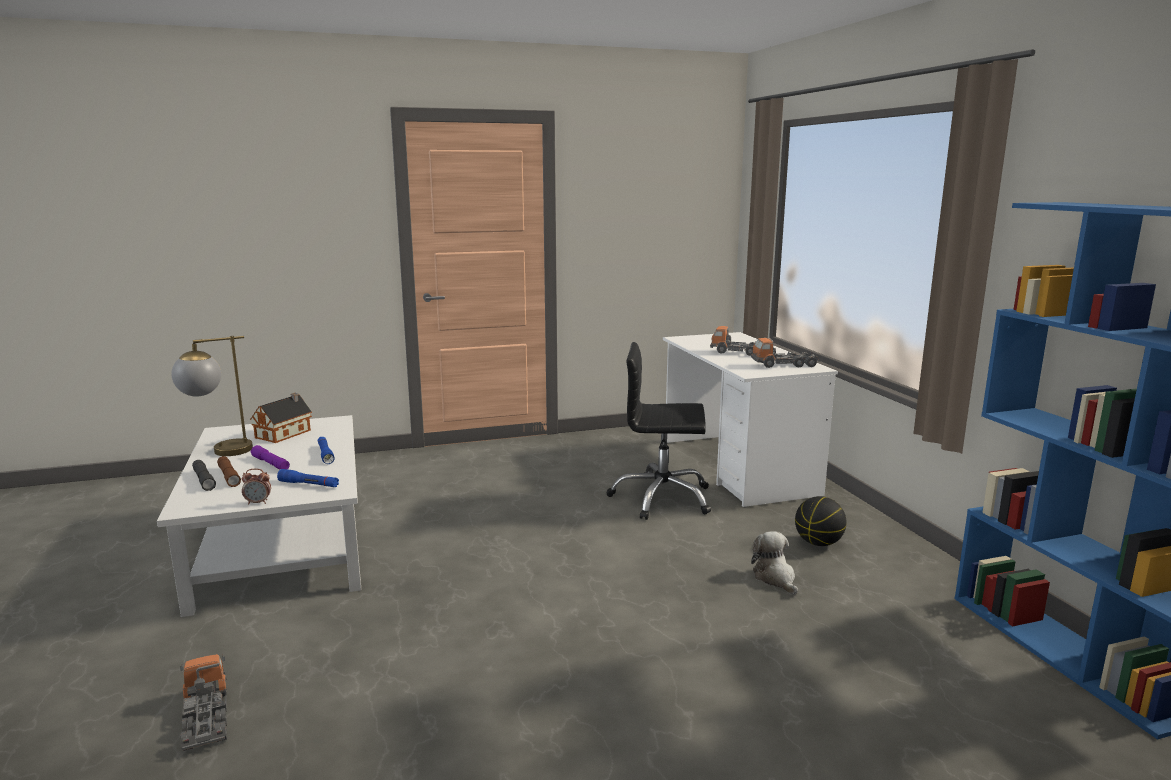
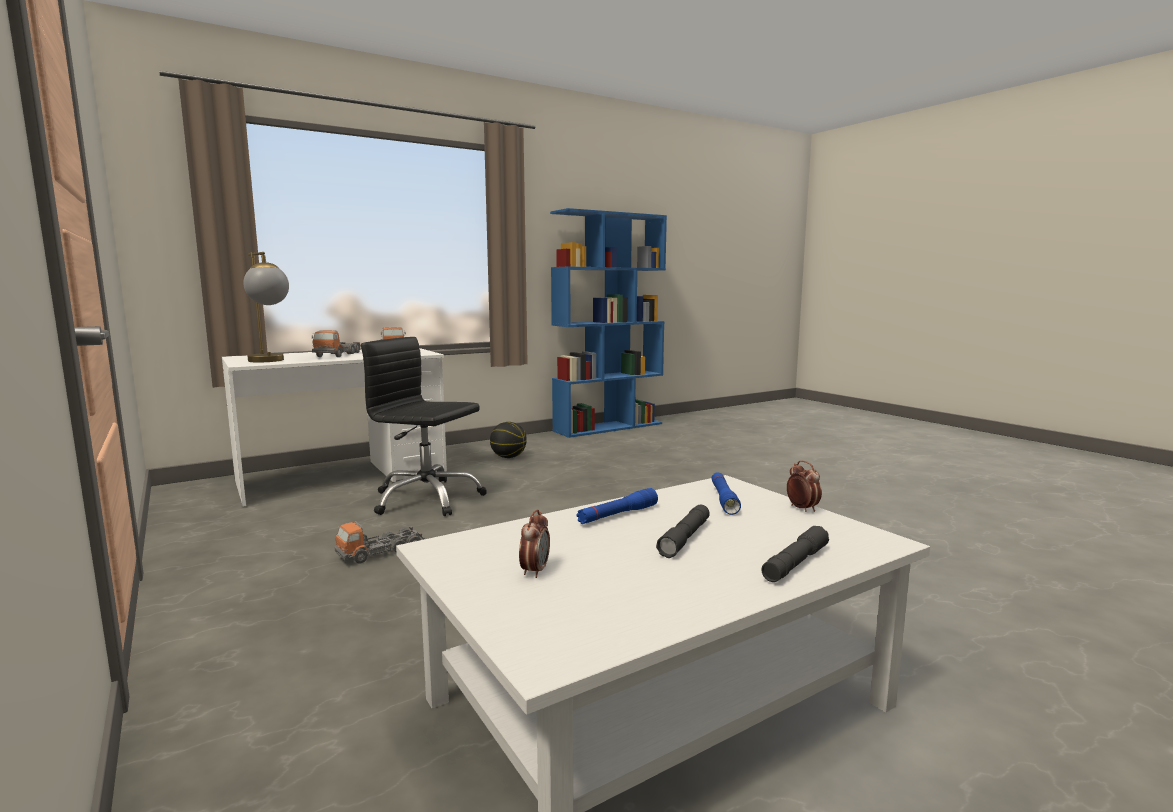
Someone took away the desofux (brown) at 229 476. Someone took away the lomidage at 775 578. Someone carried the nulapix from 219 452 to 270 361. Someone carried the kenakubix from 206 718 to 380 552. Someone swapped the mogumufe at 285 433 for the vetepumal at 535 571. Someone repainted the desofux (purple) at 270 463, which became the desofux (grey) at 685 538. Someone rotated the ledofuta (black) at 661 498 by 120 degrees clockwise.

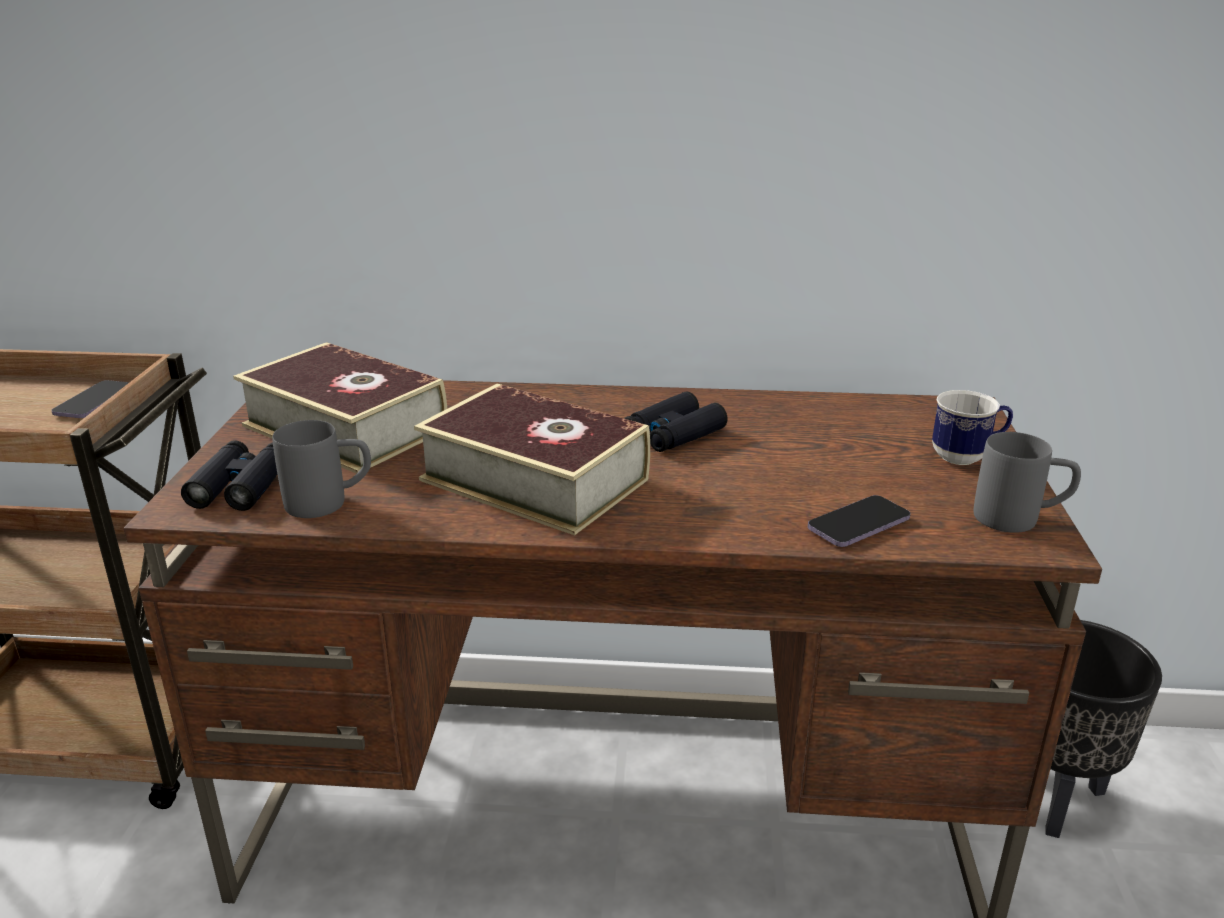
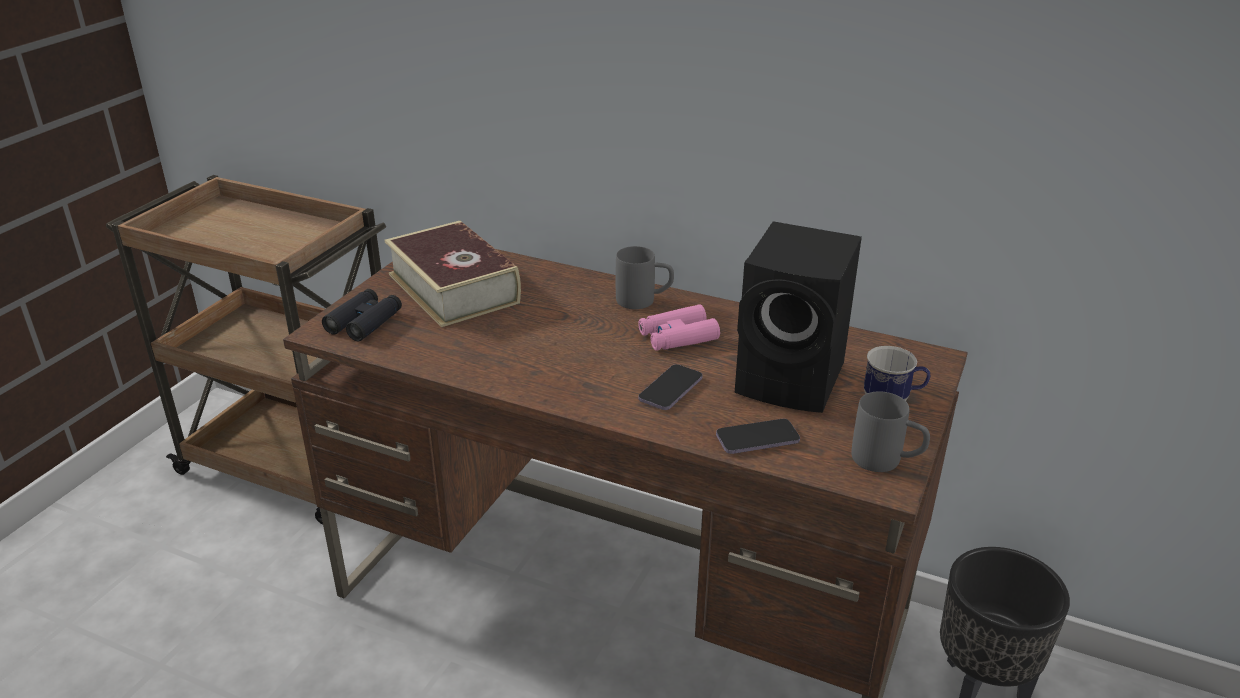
Someone took away the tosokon at 534 479. Someone put down the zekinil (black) at 794 380. Someone carried the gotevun from 95 402 to 670 389. Someone carried the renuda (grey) from 330 503 to 644 301. Someone repainted the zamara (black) at 673 434, which became the zamara (pink) at 677 337.

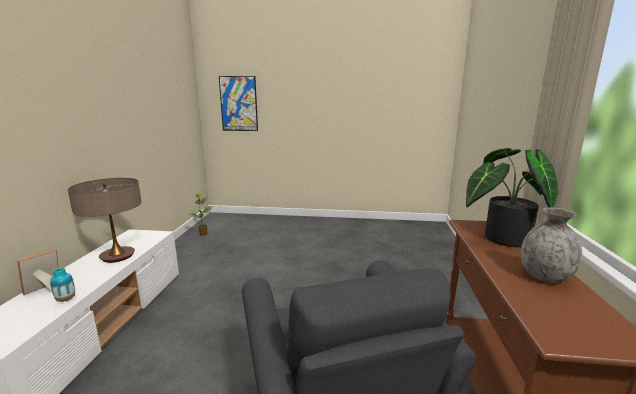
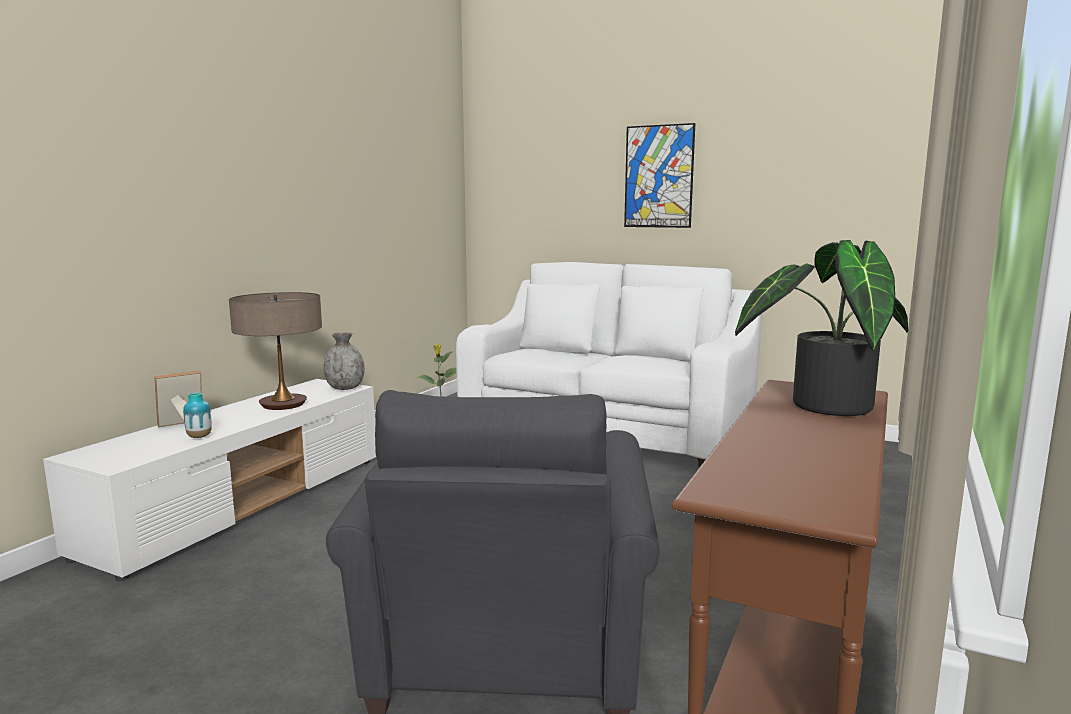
Someone put down the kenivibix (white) at 607 428. Someone carried the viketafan from 238 104 to 658 176. Someone carried the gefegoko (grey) from 545 277 to 344 388.

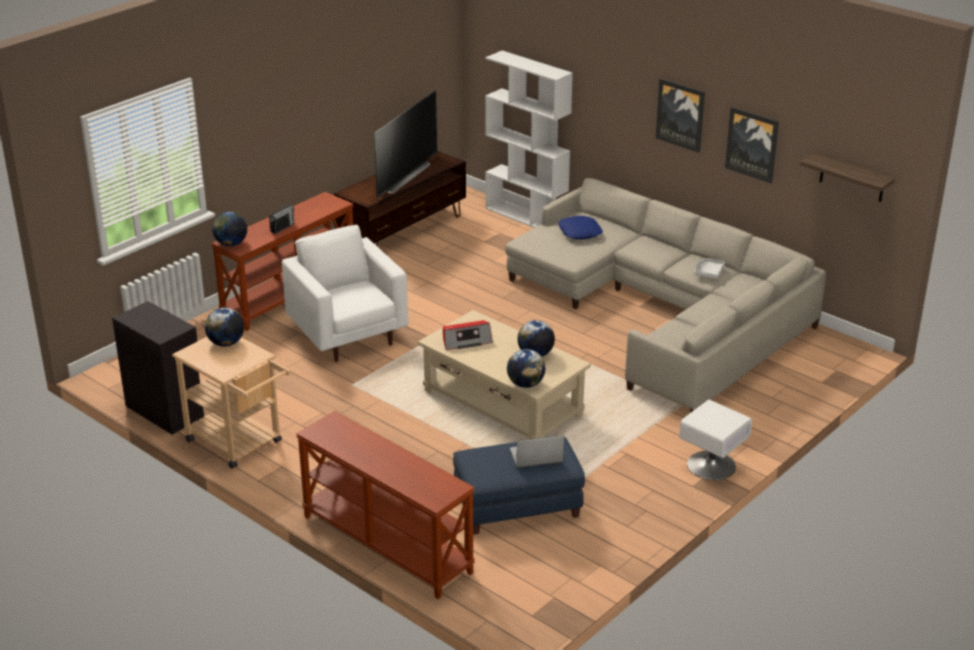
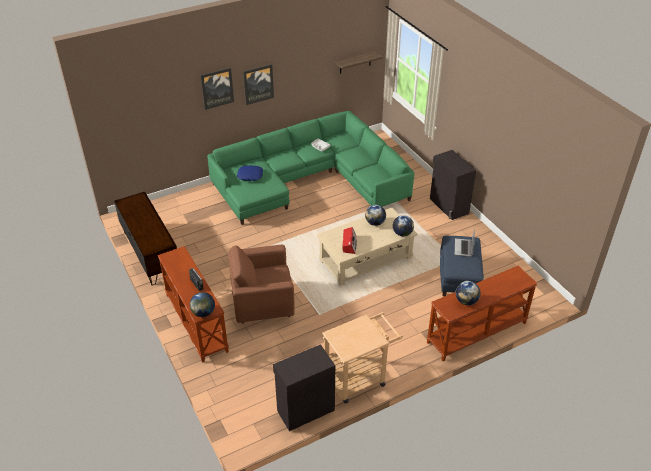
Someone took away the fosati at 403 176. Someone took away the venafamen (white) at 526 217. Someone carried the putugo from 226 343 to 466 301. Someone carried the viketafan from 752 144 to 217 88. Someone swapped the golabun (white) at 711 465 for the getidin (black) at 448 206. Someone repainted the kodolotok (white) at 347 336, which became the kodolotok (brown) at 262 305. Someone repainted the kenivibix (beige) at 664 313, which became the kenivibix (green) at 310 181.

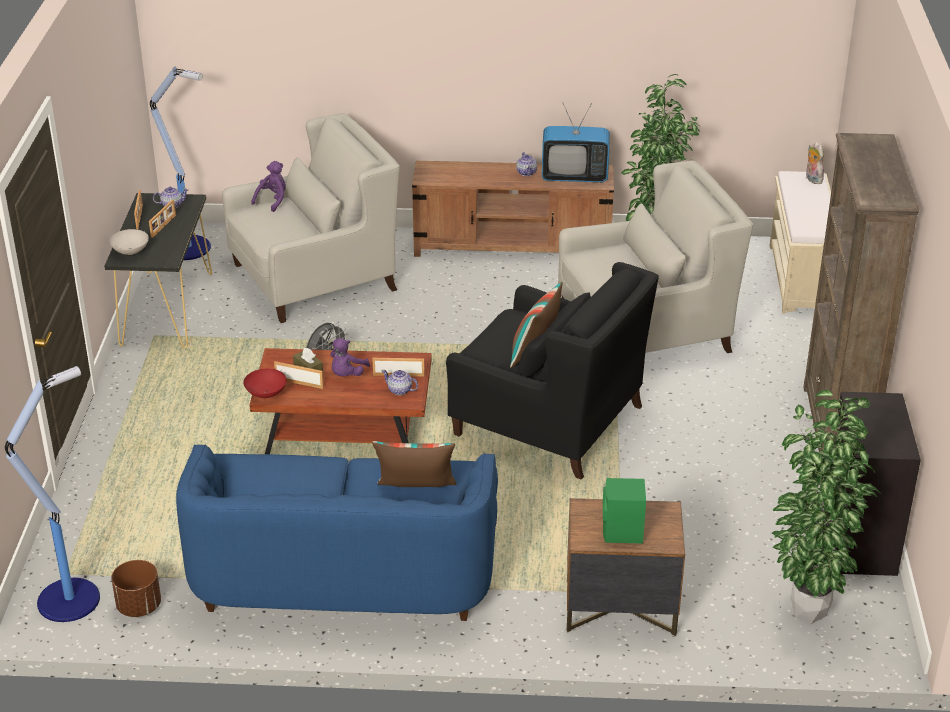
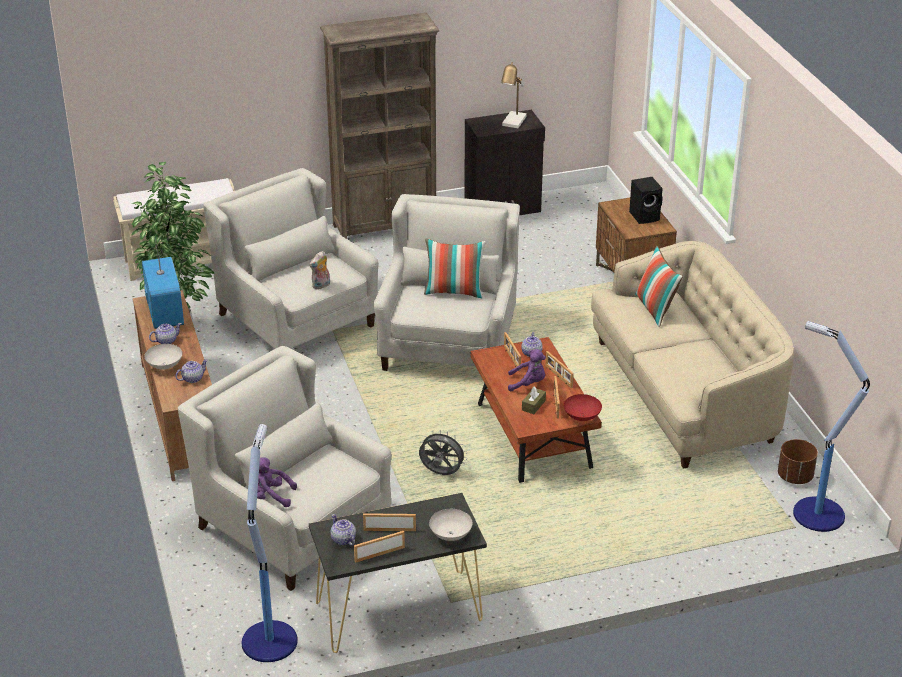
Someone took away the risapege at 806 609. Someone put down the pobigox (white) at 165 366. Someone put down the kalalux at 192 378. Someone put down the nulapix at 513 123. Someone put down the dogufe at 558 377. Someone carried the lomidage from 812 179 to 321 286. Someone repainted the kenivibix (blue) at 344 571, which became the kenivibix (beige) at 684 394. Someone repainted the kodolotok (black) at 548 420, which became the kodolotok (white) at 449 343. Someone repainted the zekinil (green) at 622 533, which became the zekinil (black) at 645 216.

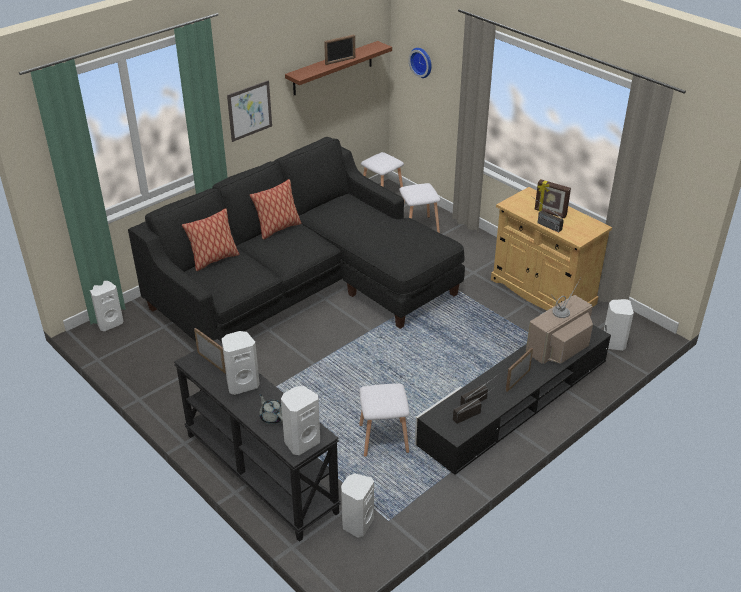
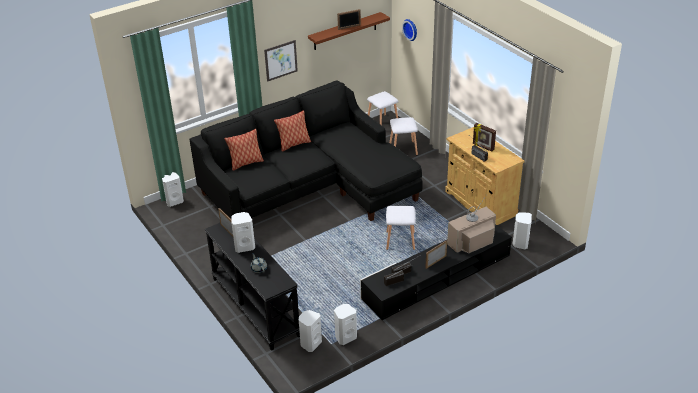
Someone carried the zekinil (white) from 301 442 to 345 337. Someone carried the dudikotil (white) from 383 439 to 399 241.

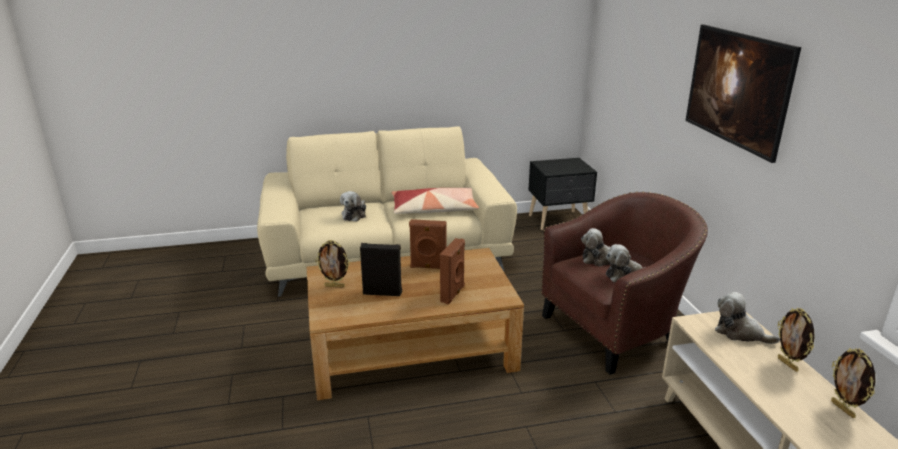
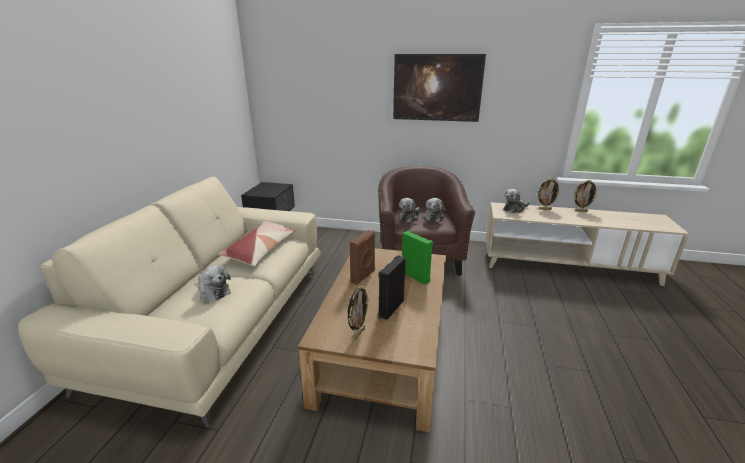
Someone repainted the zekinil (brown) at 453 294, which became the zekinil (green) at 416 276.

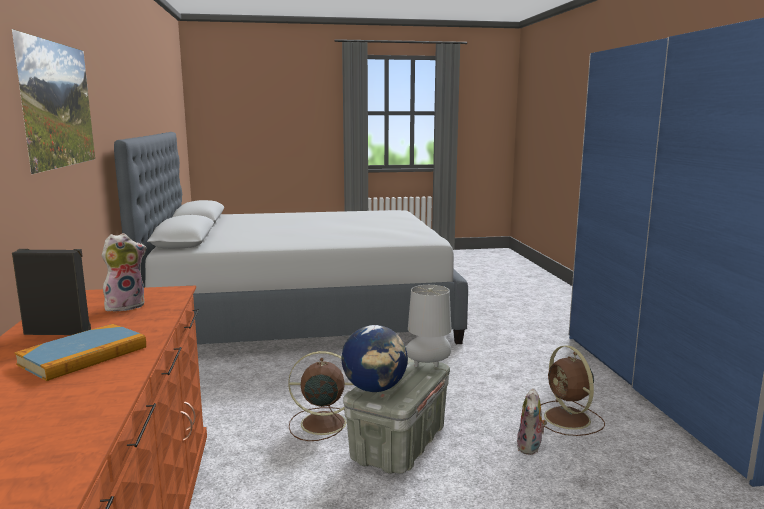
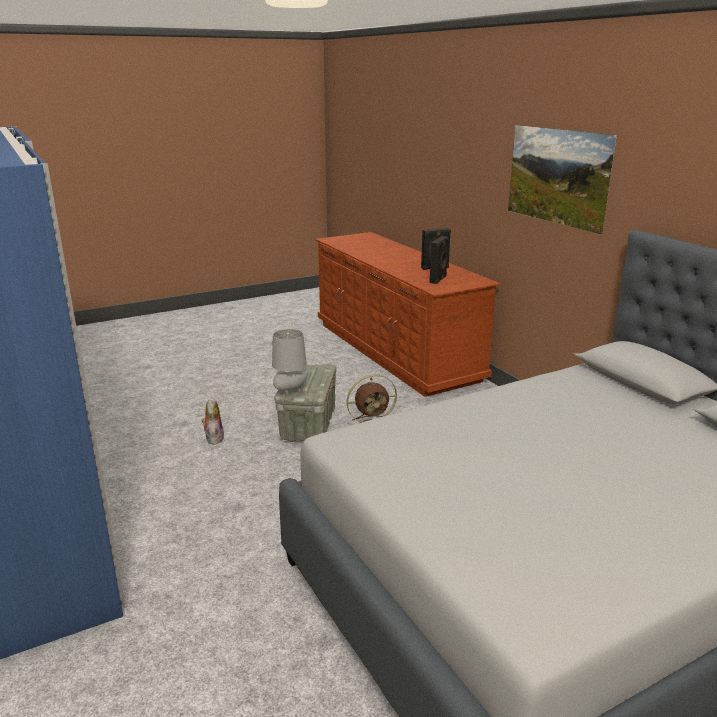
Someone took away the tosokon at 84 356. Someone took away the putugo at 375 388. Someone took away the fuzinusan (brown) at 568 419. Someone swapped the lomidage at 126 306 for the zekinil (black) at 438 280.

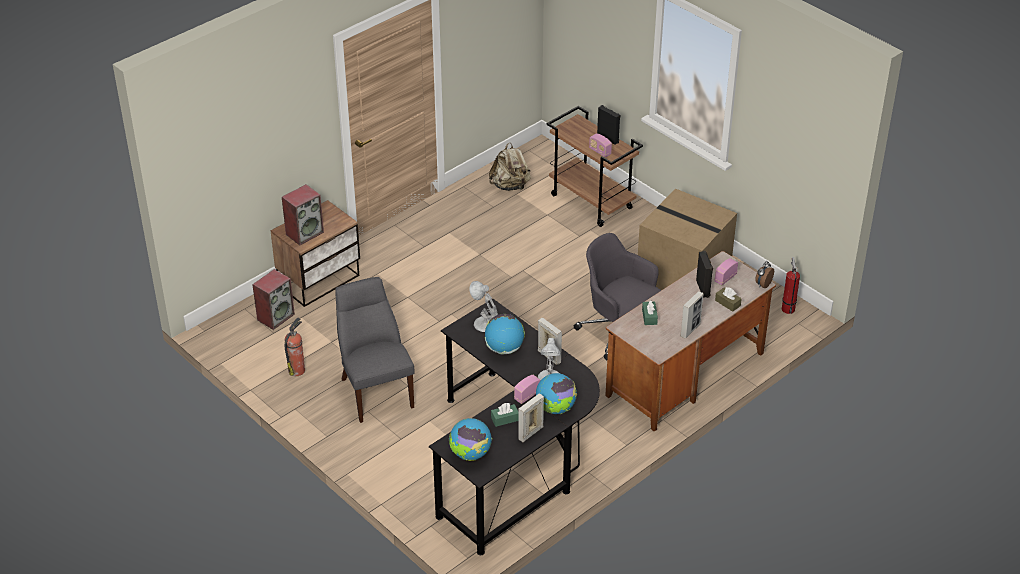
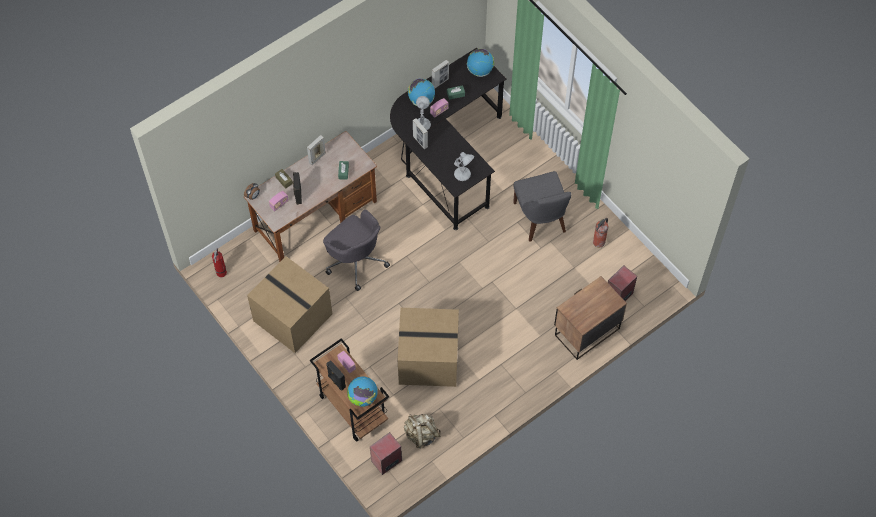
Someone put down the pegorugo at 427 360. Someone carried the zekinil from 305 233 to 386 461. Someone carried the putugo from 504 348 to 363 397.

